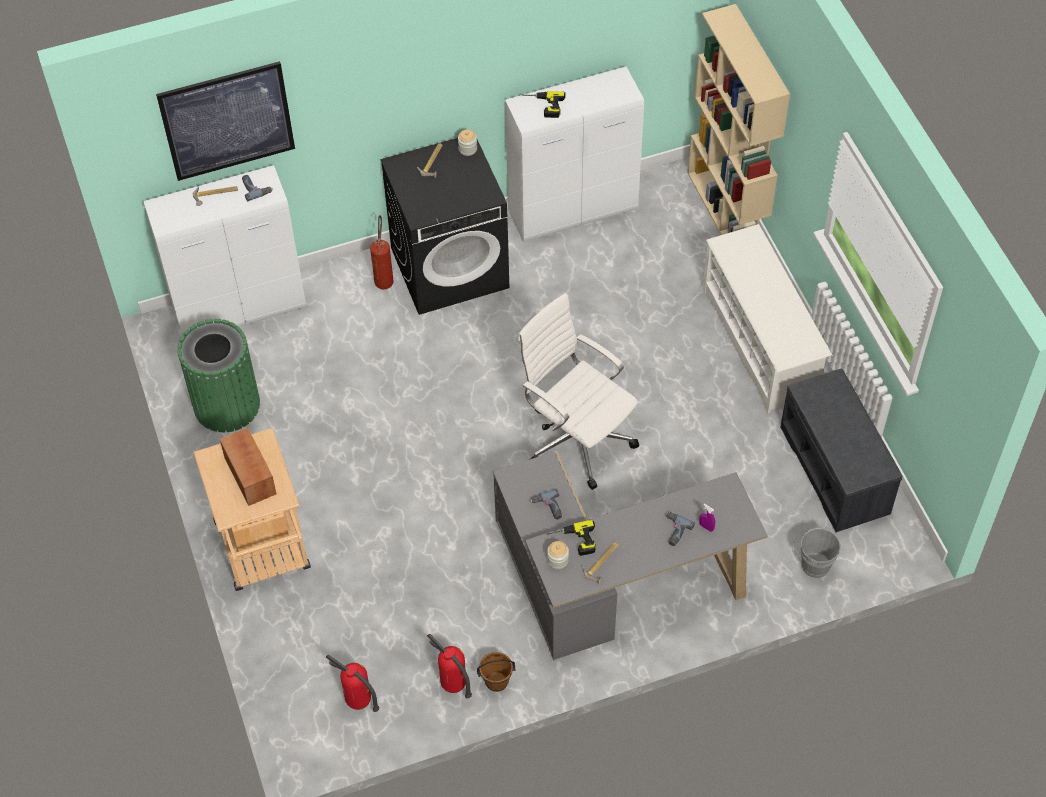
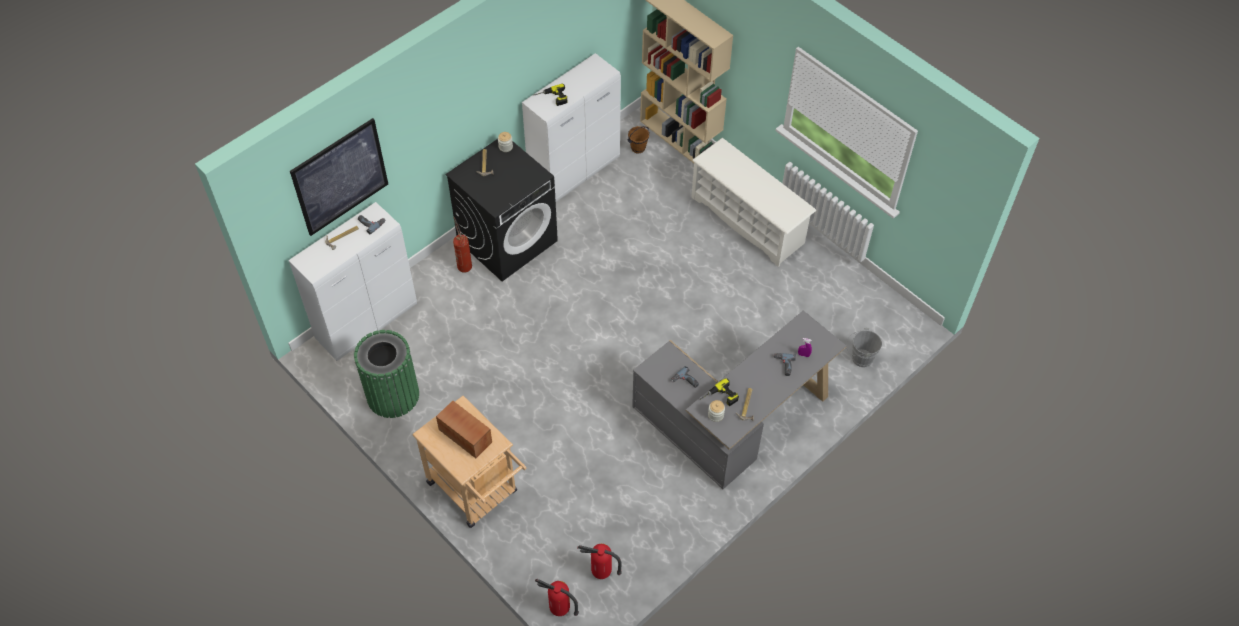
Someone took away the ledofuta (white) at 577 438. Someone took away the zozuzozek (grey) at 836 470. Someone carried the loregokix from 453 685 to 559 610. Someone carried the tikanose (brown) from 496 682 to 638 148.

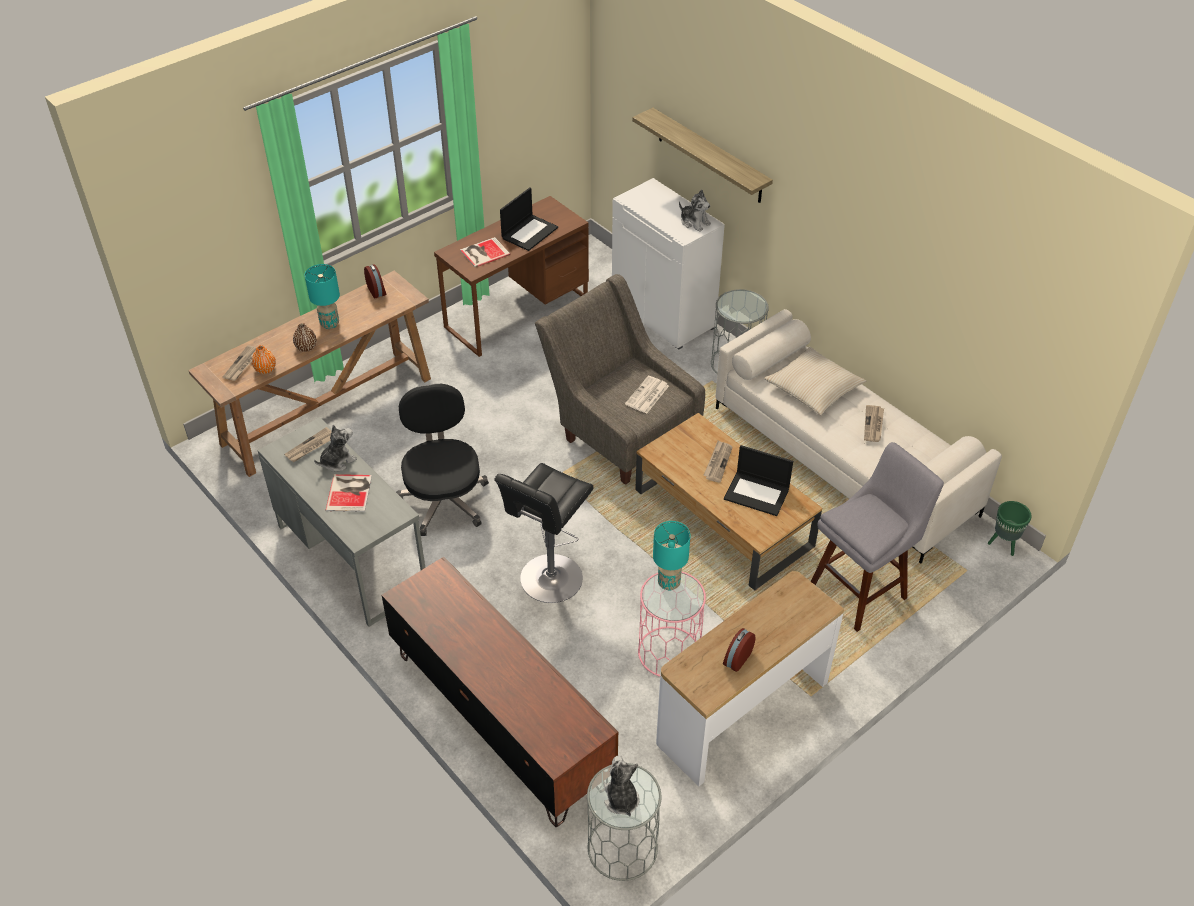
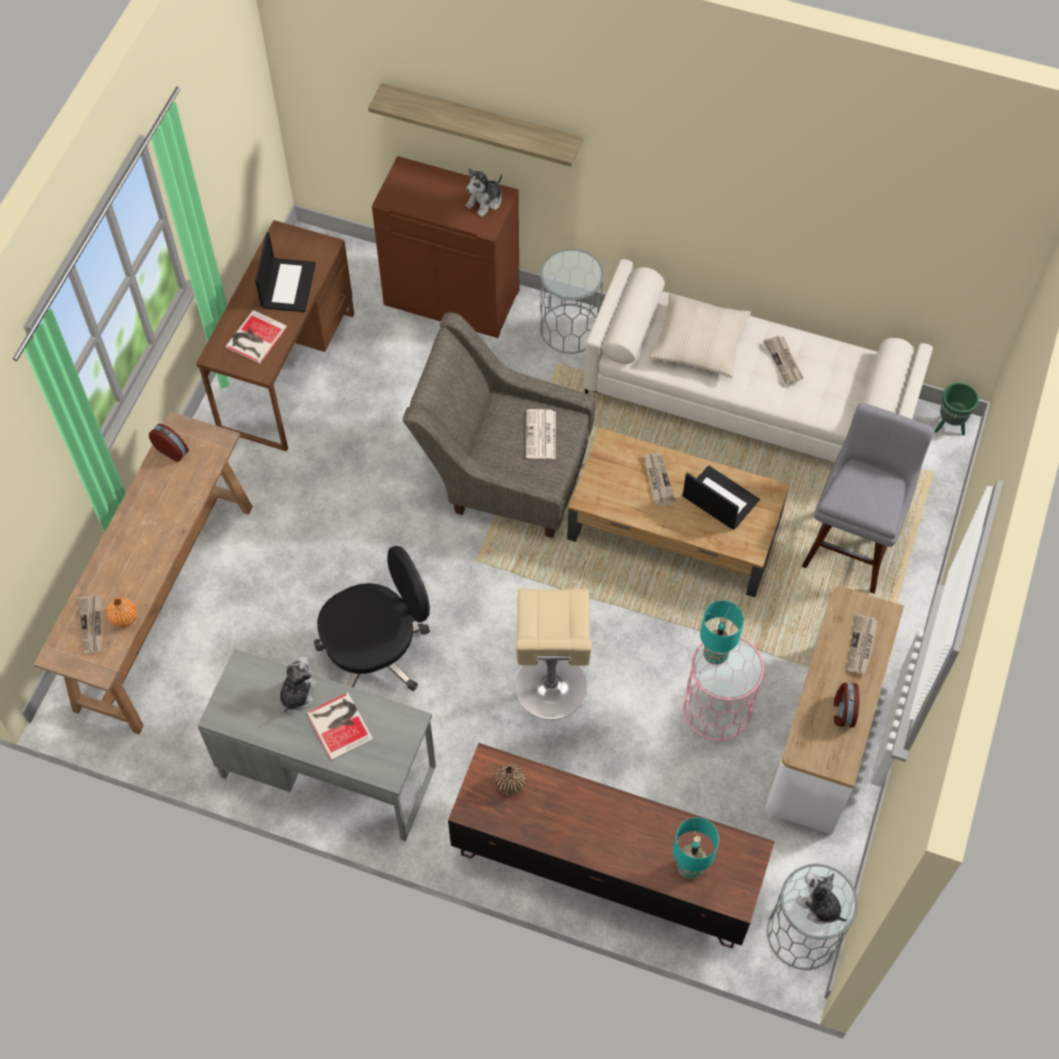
Someone carried the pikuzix from 310 447 to 862 646. Someone carried the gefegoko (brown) from 306 347 to 509 784. Someone carried the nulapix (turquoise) from 329 324 to 689 867. Someone repainted the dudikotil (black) at 549 581, which became the dudikotil (beige) at 551 692. Someone repainted the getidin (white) at 664 314, which became the getidin (brown) at 453 297. Someone rotated the ledofuta (black) at 444 500 by 105 degrees clockwise. Someone rotated the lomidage at 694 222 by 120 degrees clockwise. Someone rotated the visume at 757 493 by 135 degrees counterclockwise.

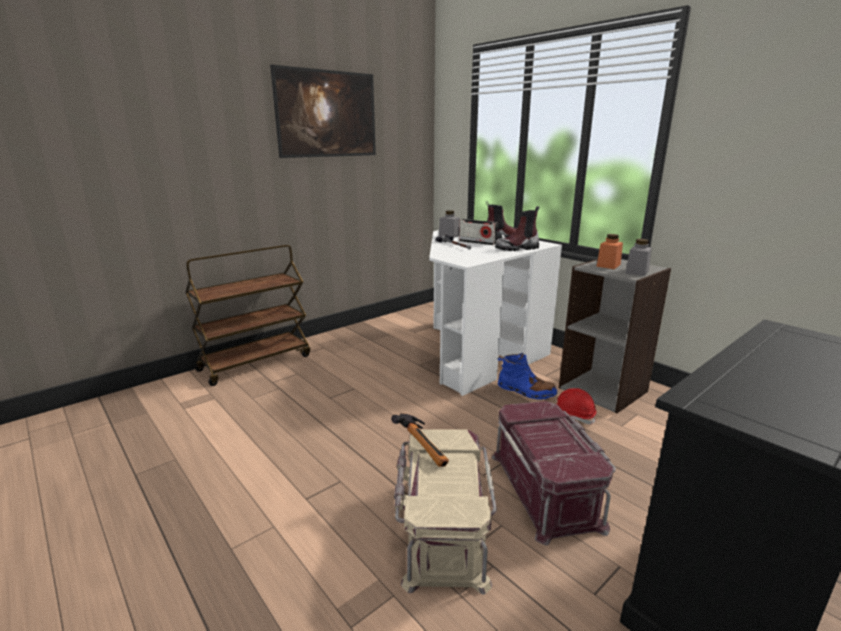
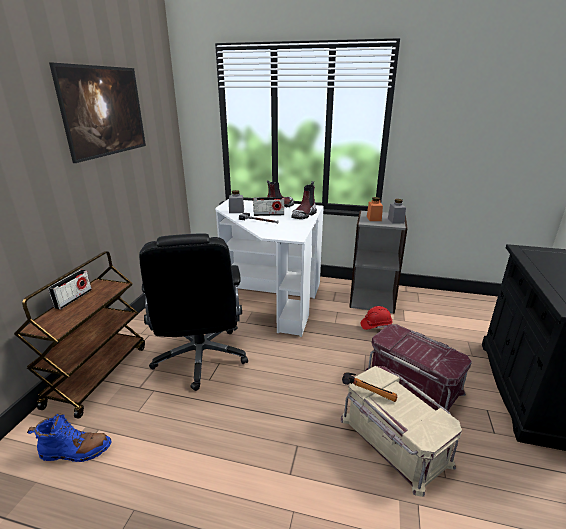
Someone put down the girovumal at 73 298. Someone put down the ledofuta (black) at 201 358. Someone carried the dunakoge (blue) from 526 391 to 76 451.

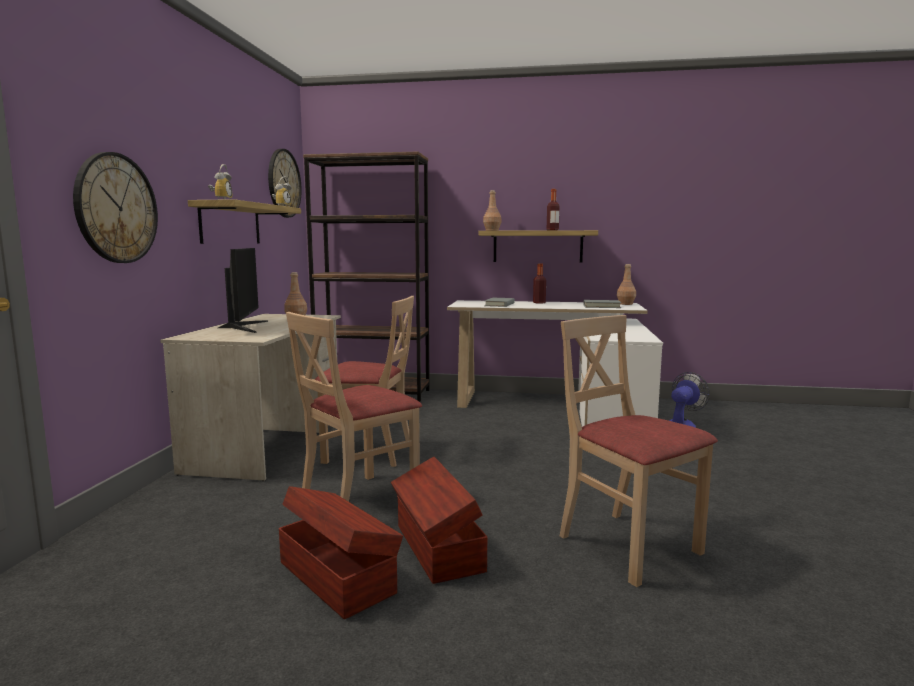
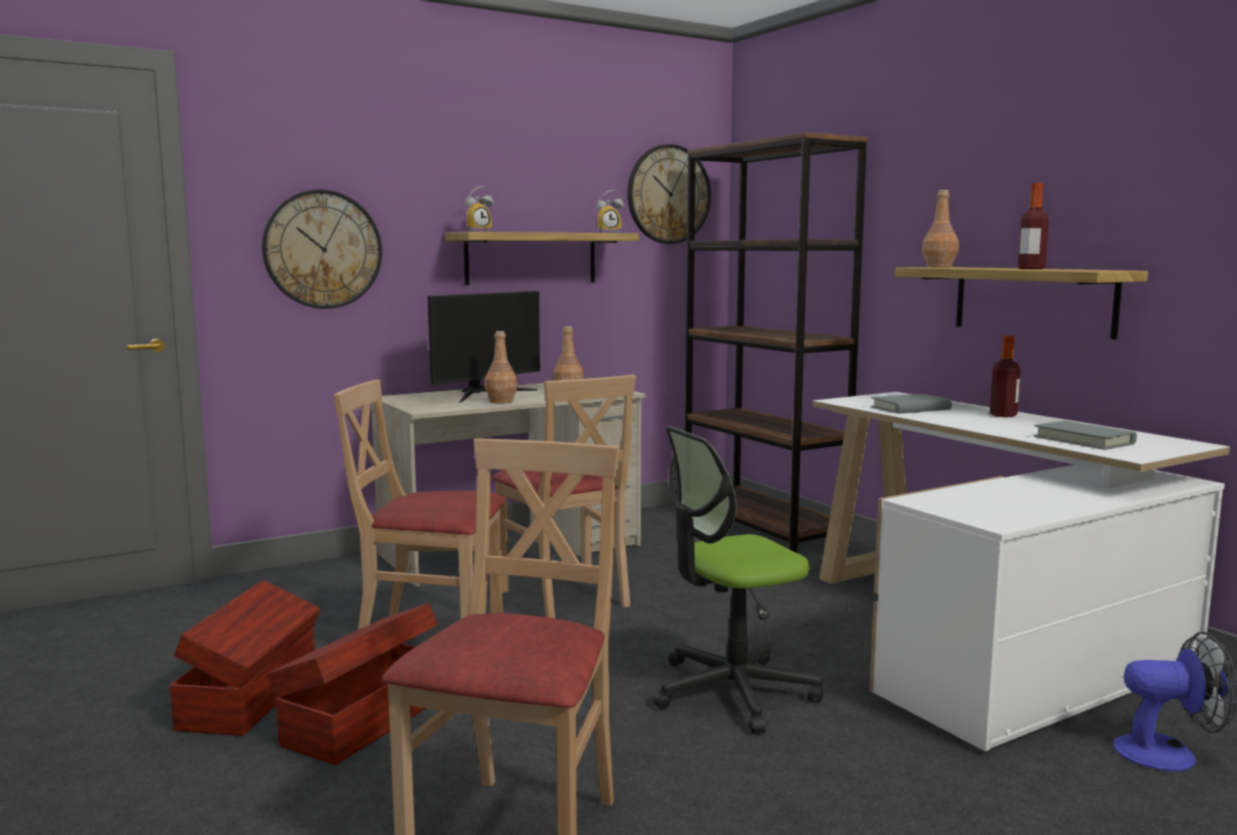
Someone put down the ledofuta at 732 692. Someone carried the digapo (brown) from 625 304 to 501 401.

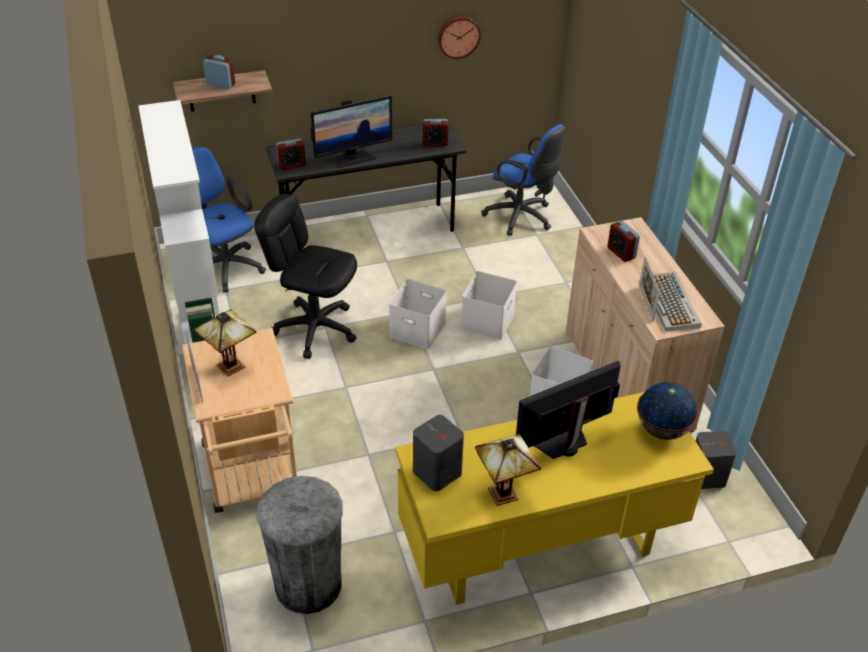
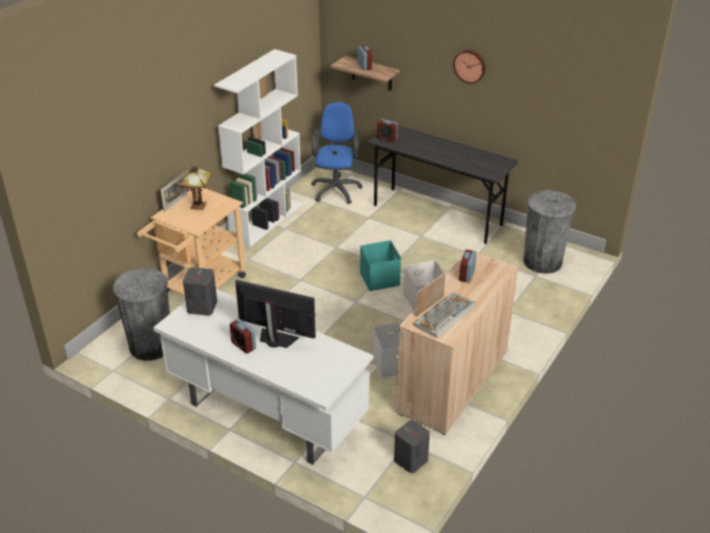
Someone took away the ledofuta (black) at 315 328. Someone took away the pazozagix at 352 158. Someone took away the nulapix at 504 492. Someone took away the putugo at 662 430. Someone carried the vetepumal from 435 143 to 243 345. Someone carried the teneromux from 458 36 to 470 66. Someone swapped the ledofuta (blue) at 522 218 for the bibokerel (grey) at 542 262. Someone repainted the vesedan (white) at 419 329, which became the vesedan (turquoise) at 380 279. Someone repainted the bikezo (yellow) at 540 548, which became the bikezo (white) at 266 416.

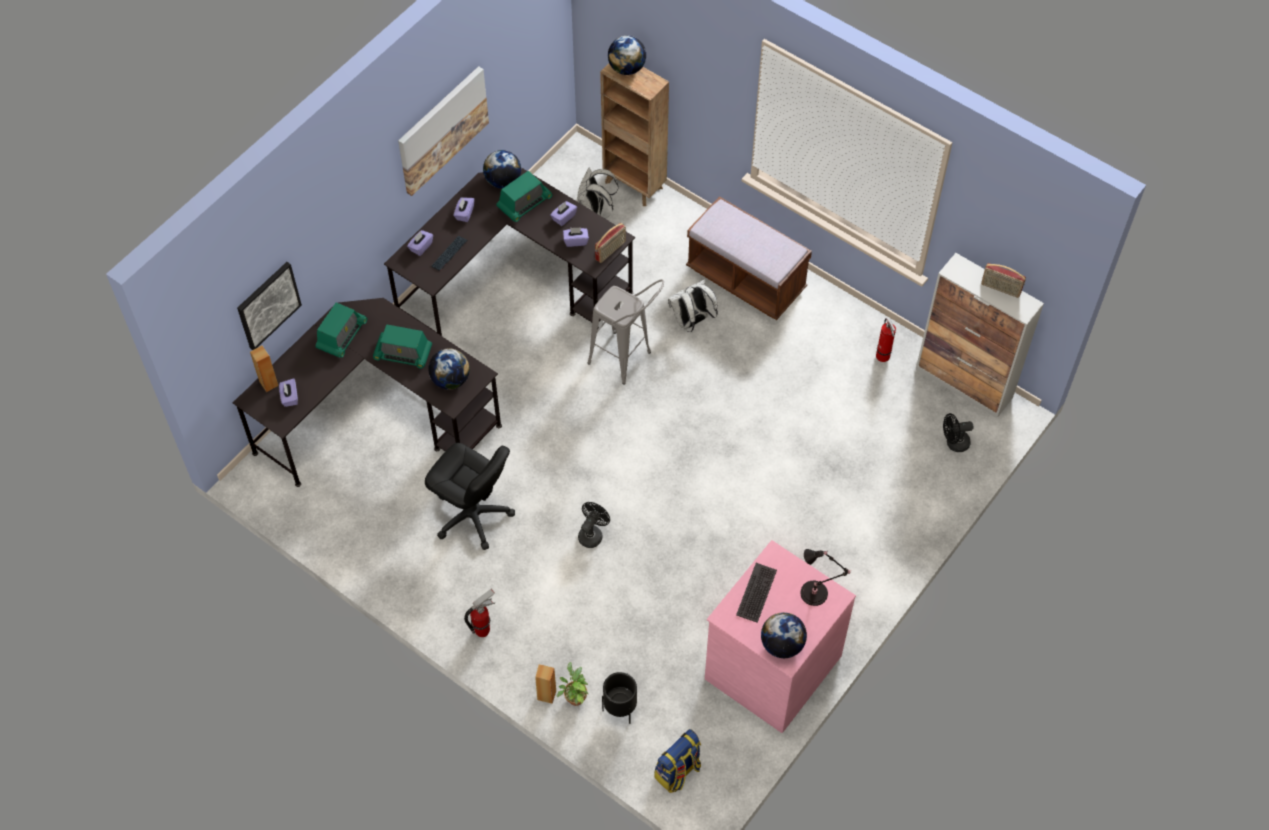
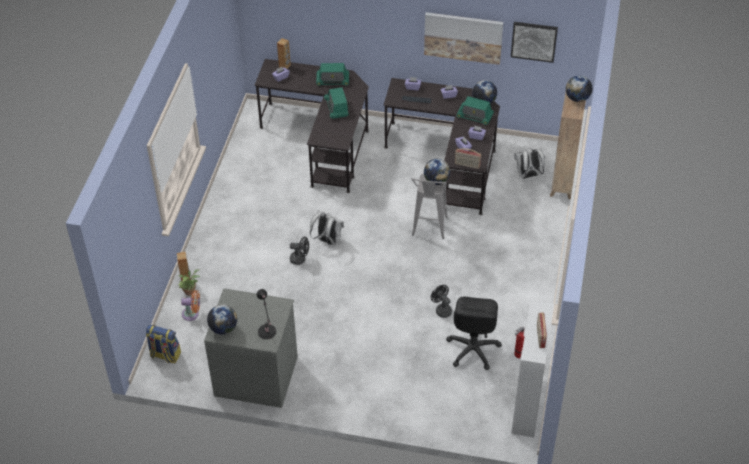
Someone took away the loregokix at 483 630. Someone took away the zozuzozek (brown) at 746 279. Someone took away the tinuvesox at 757 593. Someone carried the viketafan from 268 305 to 534 41. Someone carried the ledofuta (black) from 473 516 to 472 349. Someone carried the putugo from 450 380 to 436 181. Someone carried the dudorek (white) from 691 321 to 327 240. Someone carried the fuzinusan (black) from 954 443 to 441 309. Someone swapped the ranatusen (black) at 620 709 for the fuzinusan (orange) at 192 314. Someone repainted the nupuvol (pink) at 771 666, which became the nupuvol (grey) at 256 375.

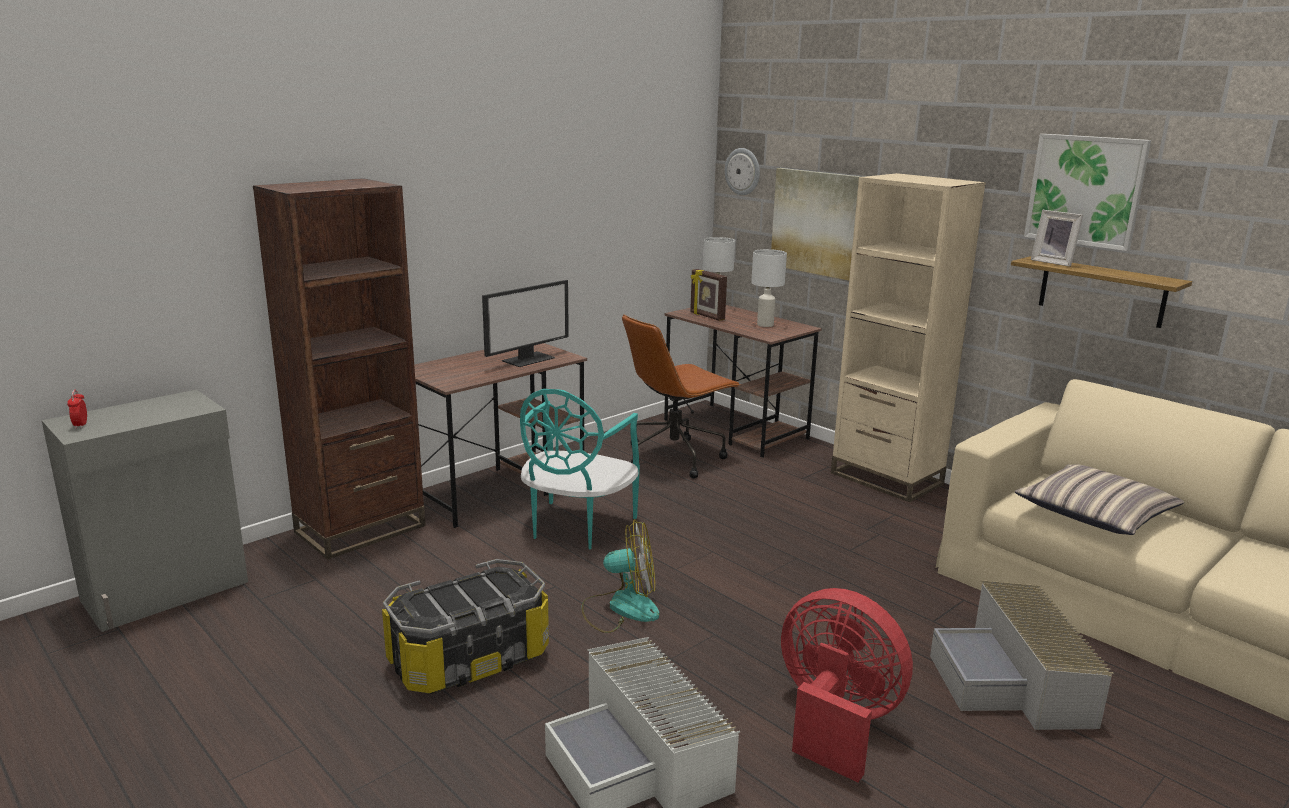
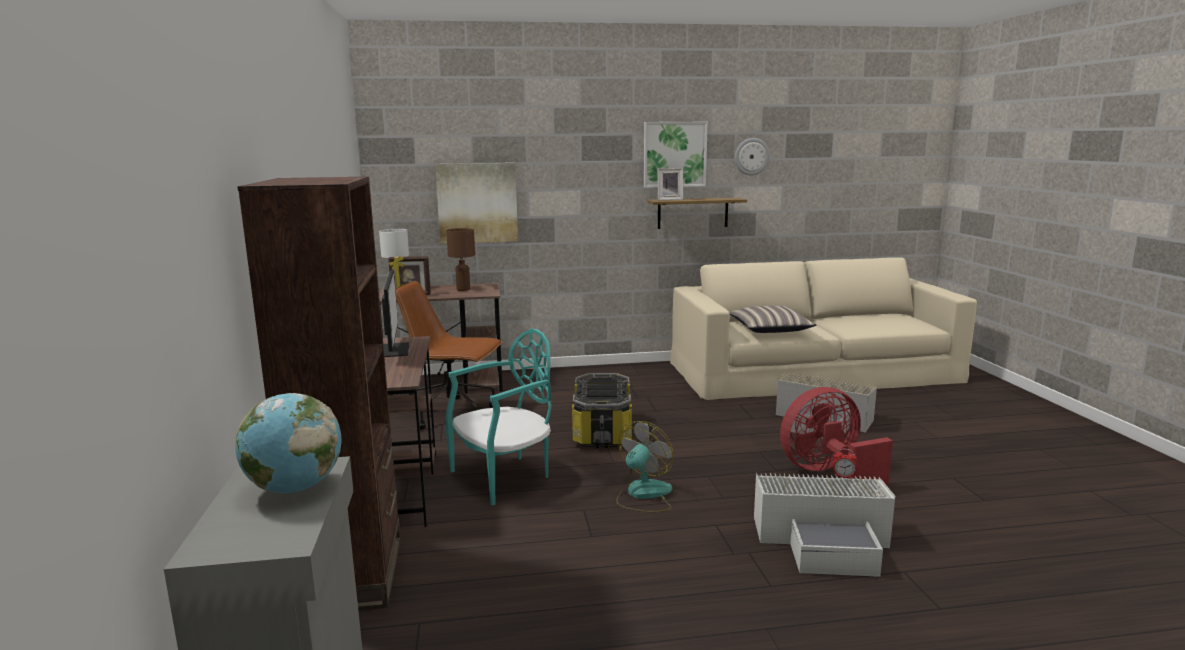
Someone took away the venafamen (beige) at 886 478. Someone put down the putugo at 294 488. Someone carried the vetepumal from 80 425 to 843 477. Someone carried the vesedan from 468 658 to 601 432. Someone carried the teneromux from 743 171 to 751 156. Someone repainted the nulapix (white) at 765 325, which became the nulapix (brown) at 463 289. Someone rotated the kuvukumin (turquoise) at 576 527 by 90 degrees counterclockwise. Someone rotated the ledofuta (brown) at 675 457 by 105 degrees clockwise.

